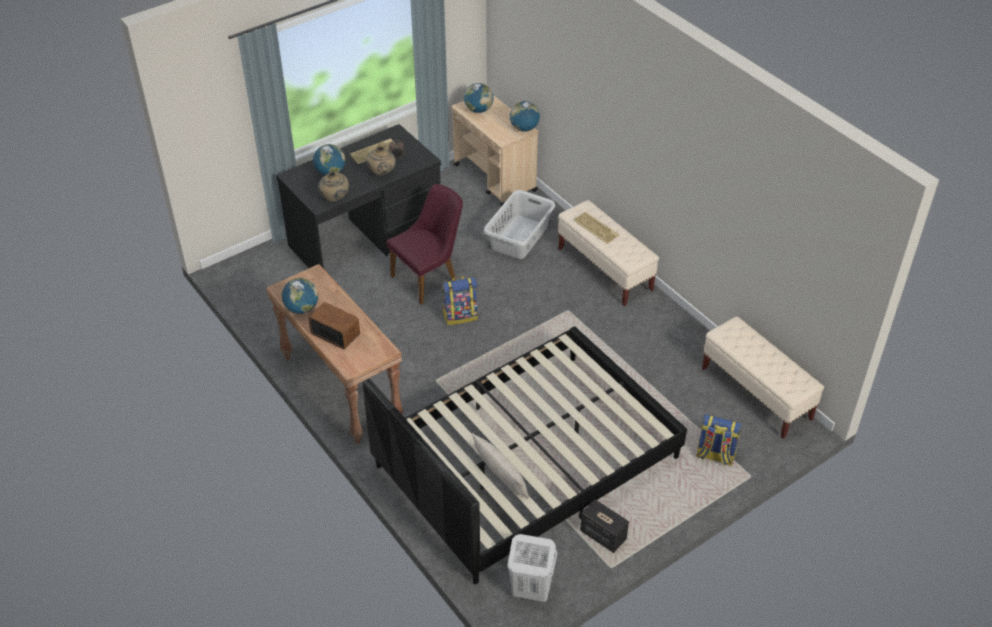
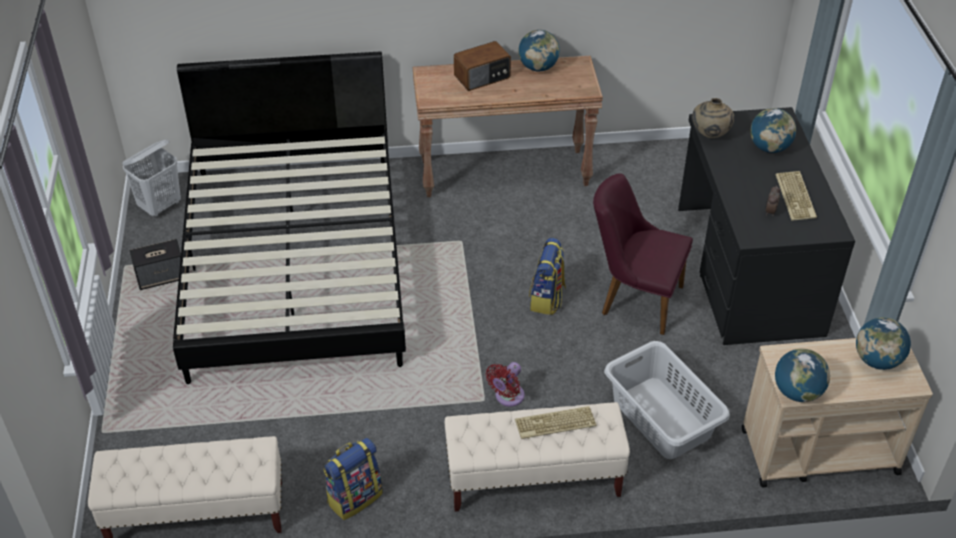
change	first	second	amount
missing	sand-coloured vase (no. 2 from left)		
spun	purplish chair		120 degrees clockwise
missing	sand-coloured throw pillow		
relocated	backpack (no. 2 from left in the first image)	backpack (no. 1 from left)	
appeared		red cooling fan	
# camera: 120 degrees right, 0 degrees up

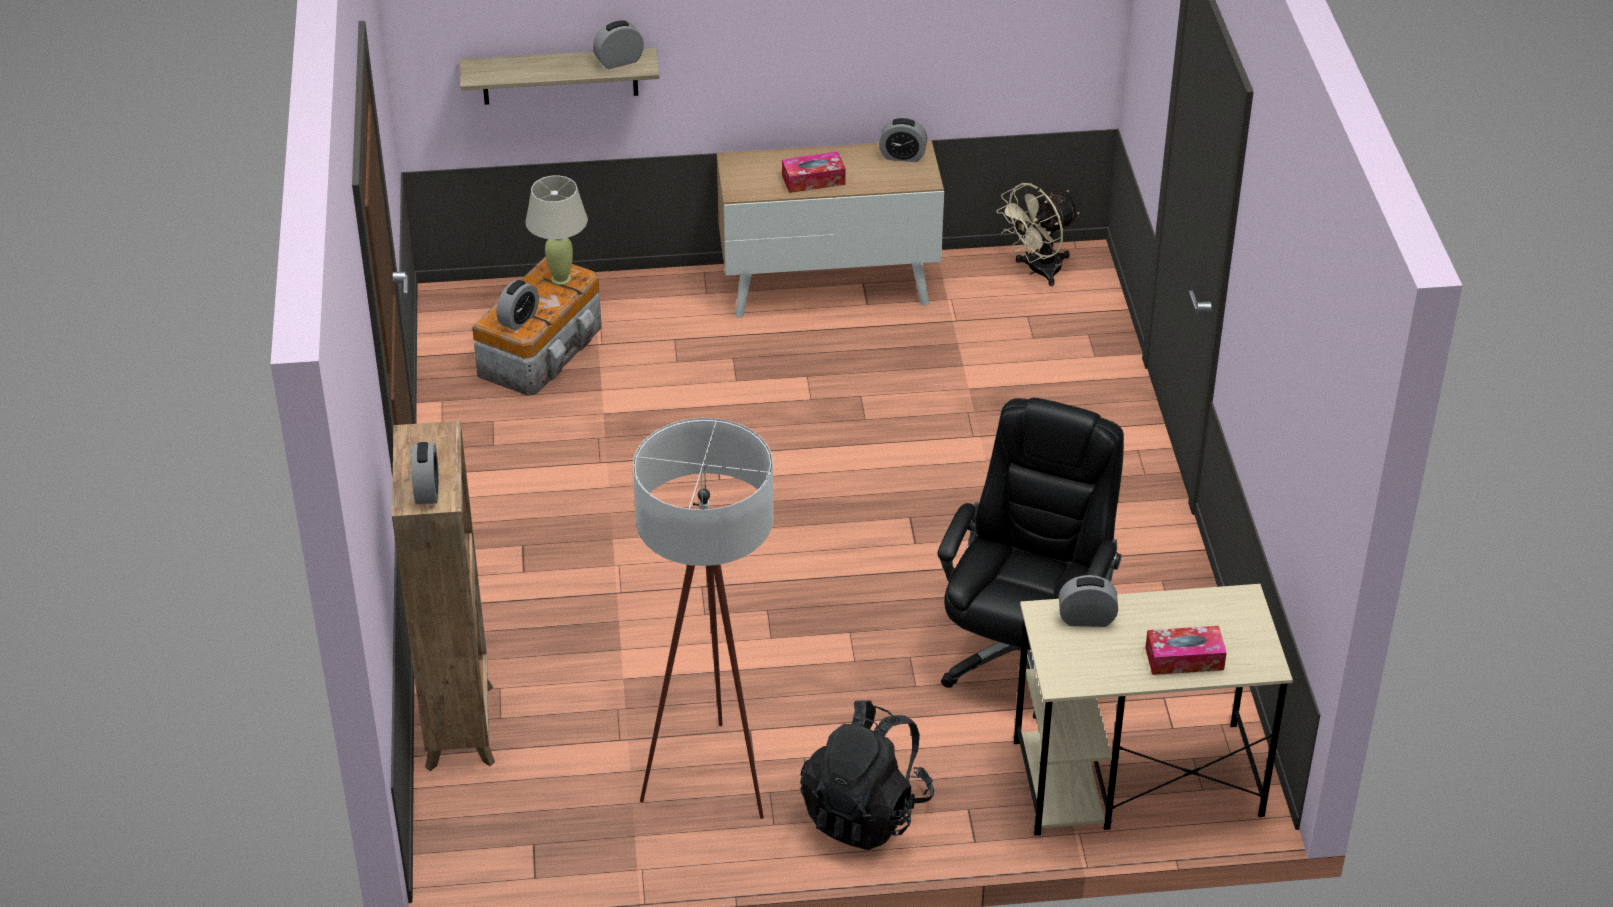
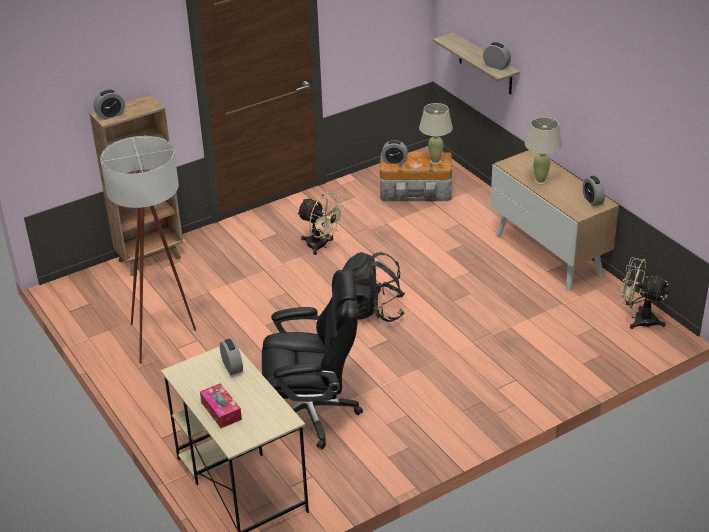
change	first	second	amount
exchanged	tissue box (no. 1 from left)	sand-coloured lamp for a table (no. 2 from left)	
relocated	black backpack		
appeared		sand-coloured cooling fan (no. 1 from left)	
# camera: 65 degrees right, 5 degrees down

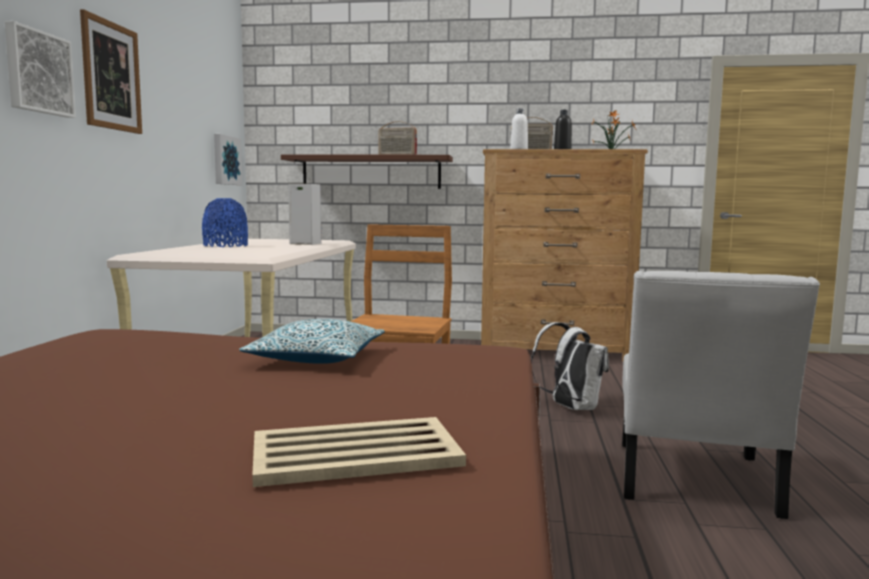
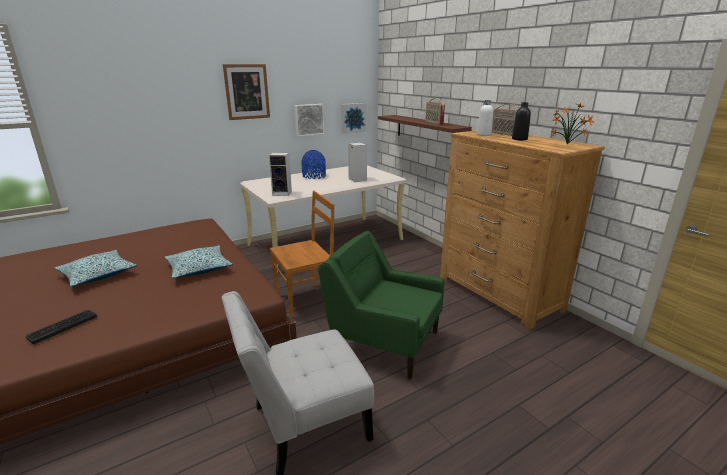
change	first	second	amount
relocated	wall art (no. 1 from left in the first image)	wall art (no. 2 from left)	
exchanged	sand-coloured serving tray	keyboard	
exchanged	white backpack	greenish armchair	
appeared		throw pillow (no. 1 from left)	
appeared		loudspeaker (no. 1 from left)	
# camera: 50 degrees right, 15 degrees up

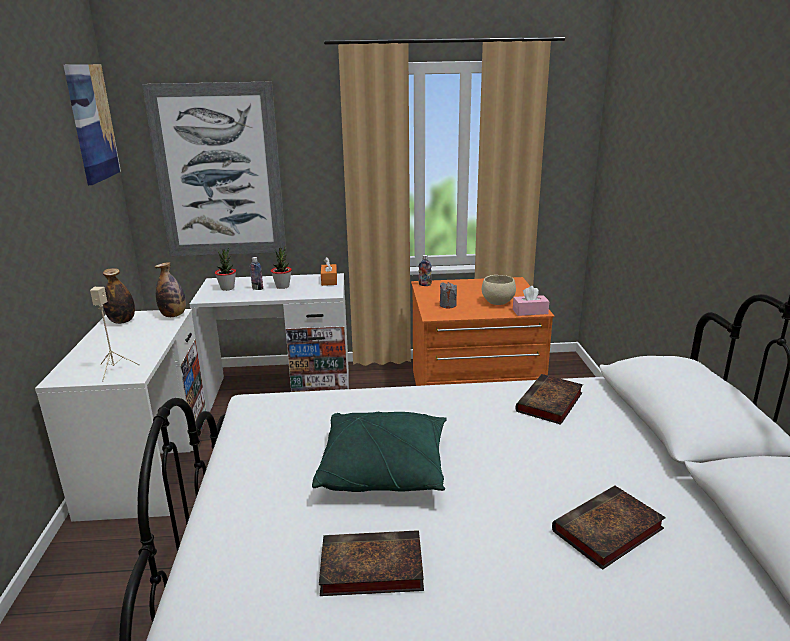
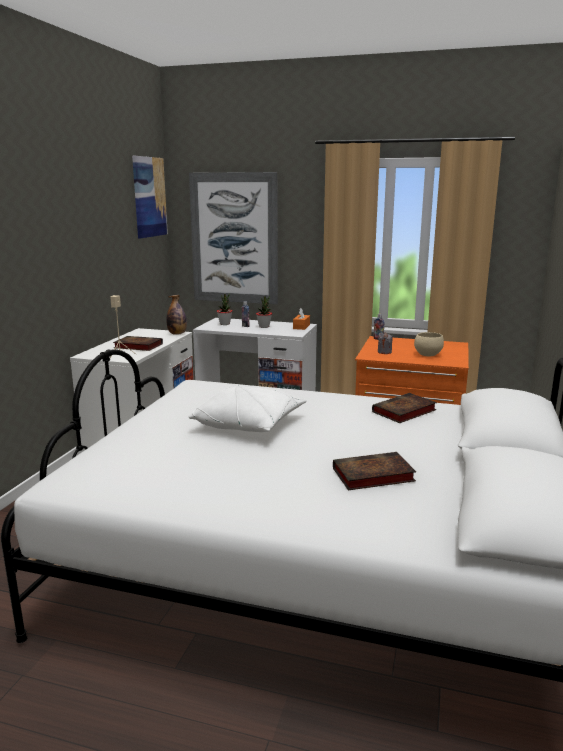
change	first	second	amount
missing	drink bottle (no. 1 from left)		
colour	greenish throw pillow	white throw pillow	
relocated	book (no. 1 from left)		
missing	pinkish tissue box		
# camera: 20 degrees right, 5 degrees down

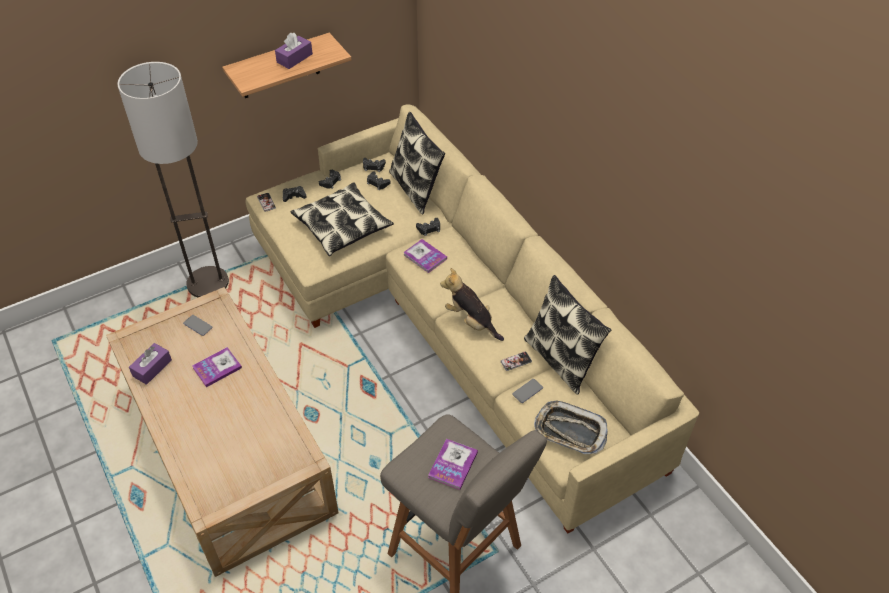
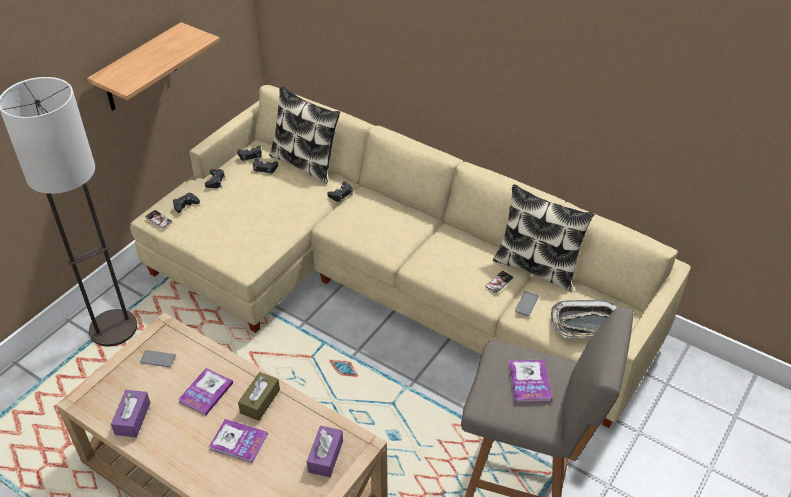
change	first	second	amount
relocated	purplish tissue box (no. 2 from left)		
missing	throw pillow (no. 1 from left)		
relocated	book (no. 2 from left)		
missing	soft toy		
appeared		brown-coloured tissue box	
# camera: 25 degrees left, 5 degrees down

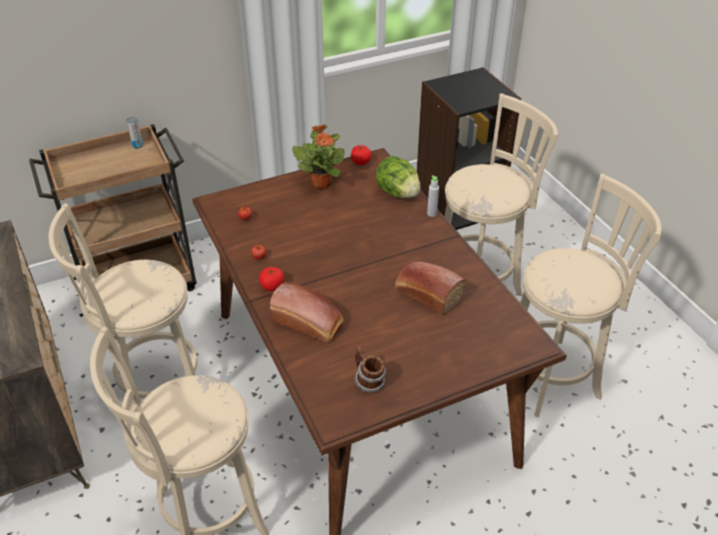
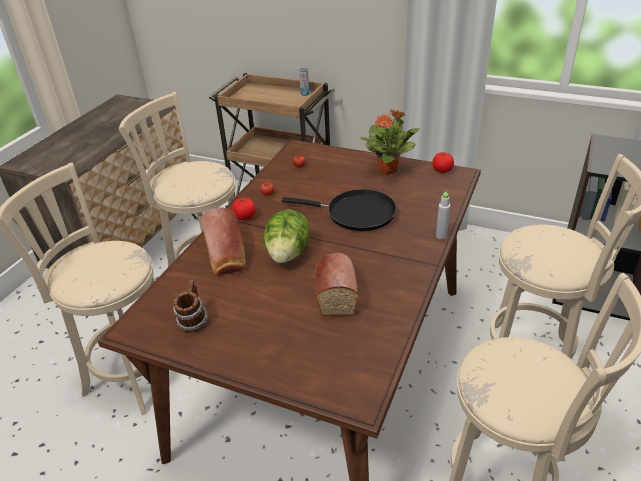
change	first	second	amount
relocated	lettuce head		
appeared		black frying pan	
# camera: 50 degrees right, 5 degrees down

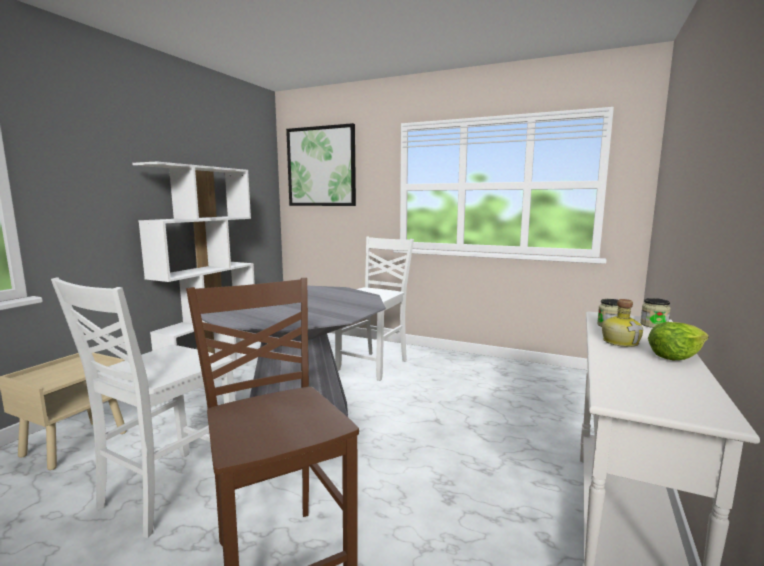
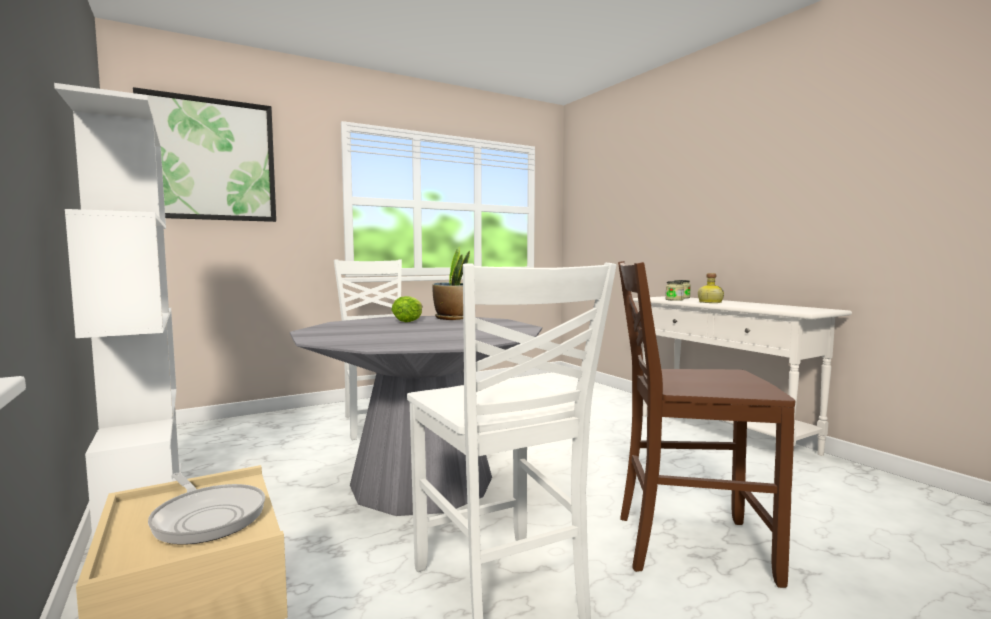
change	first	second	amount
relocated	lettuce head		
appeared		frying pan	
appeared		plant in a pot	
# camera: 55 degrees left, 5 degrees down

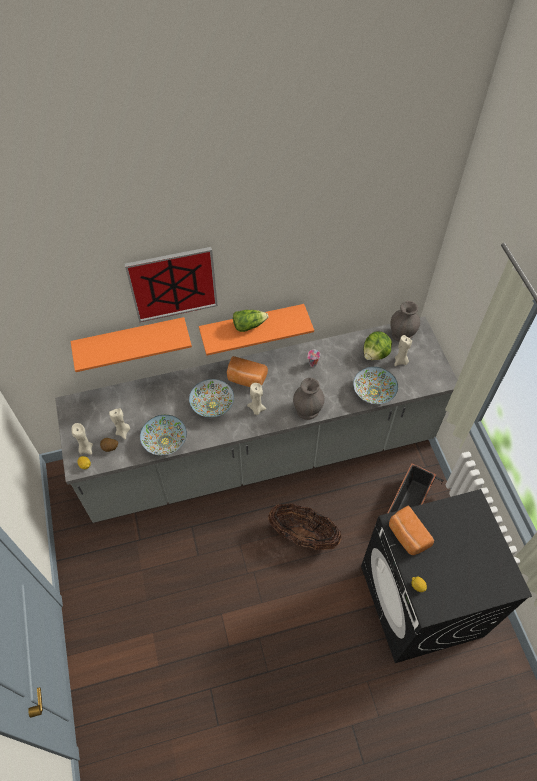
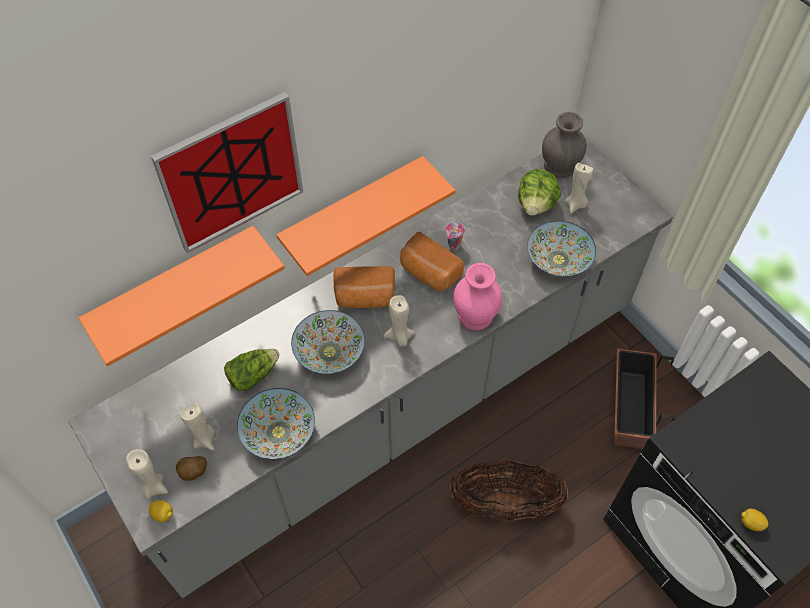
change	first	second	amount
relocated	lettuce head (no. 1 from left)		
colour	grey vase (no. 1 from left)	pinkish vase	
relocated	baked bread (no. 2 from left)		
# camera: 20 degrees left, 0 degrees up

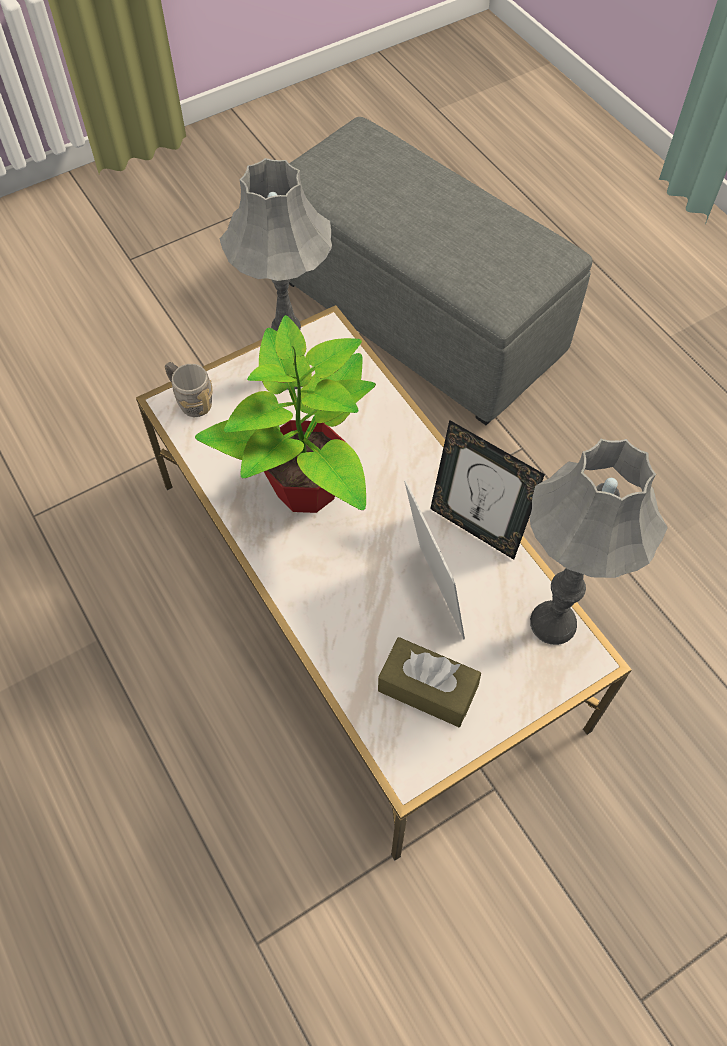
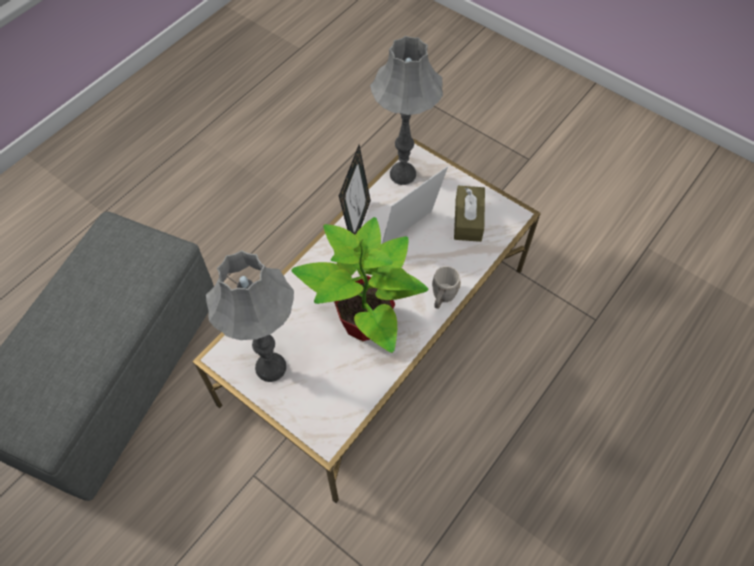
change	first	second	amount
relocated	grey tea mug		
# camera: 110 degrees left, 0 degrees up

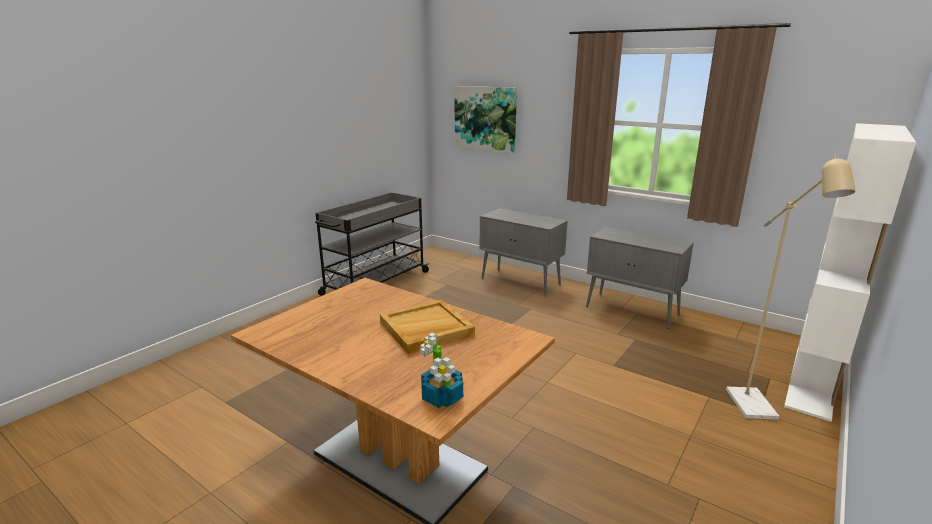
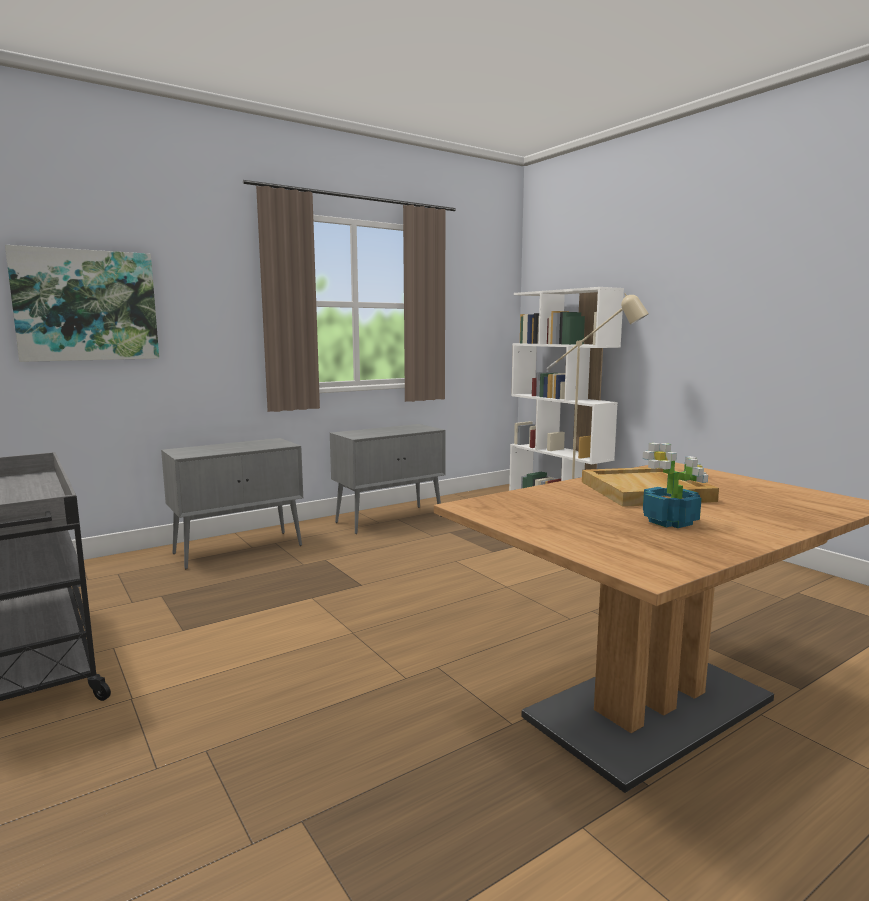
change	first	second	amount
relocated	plant in a pot		
# camera: 70 degrees left, 10 degrees down

